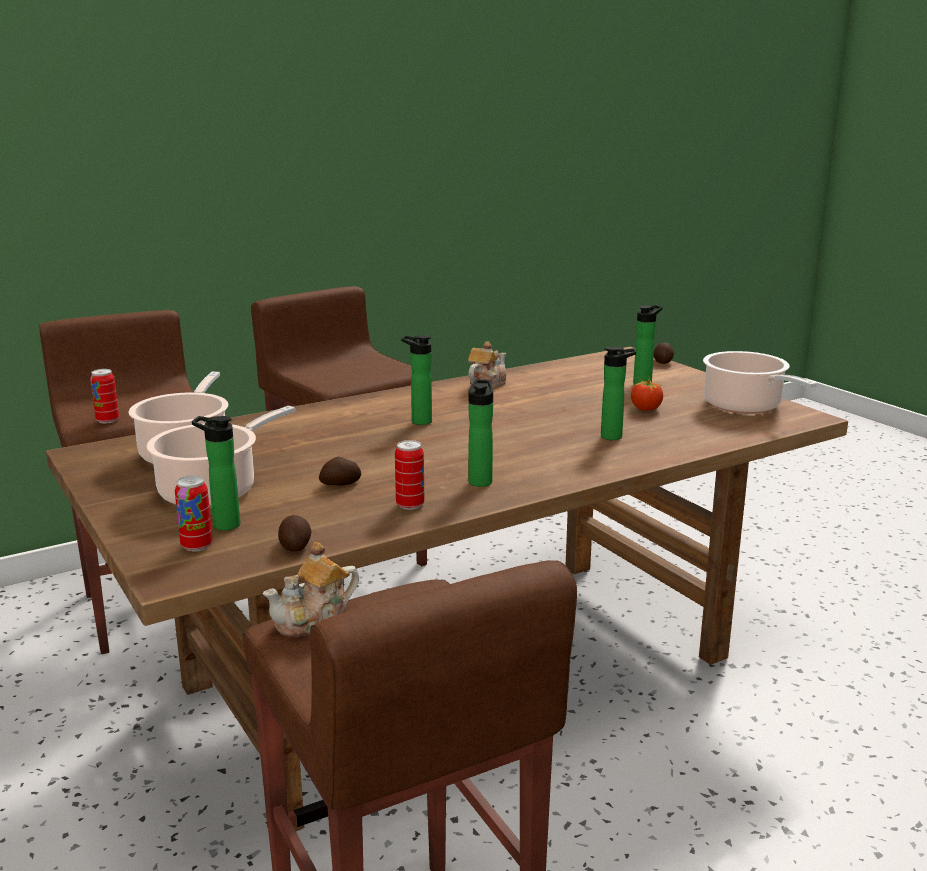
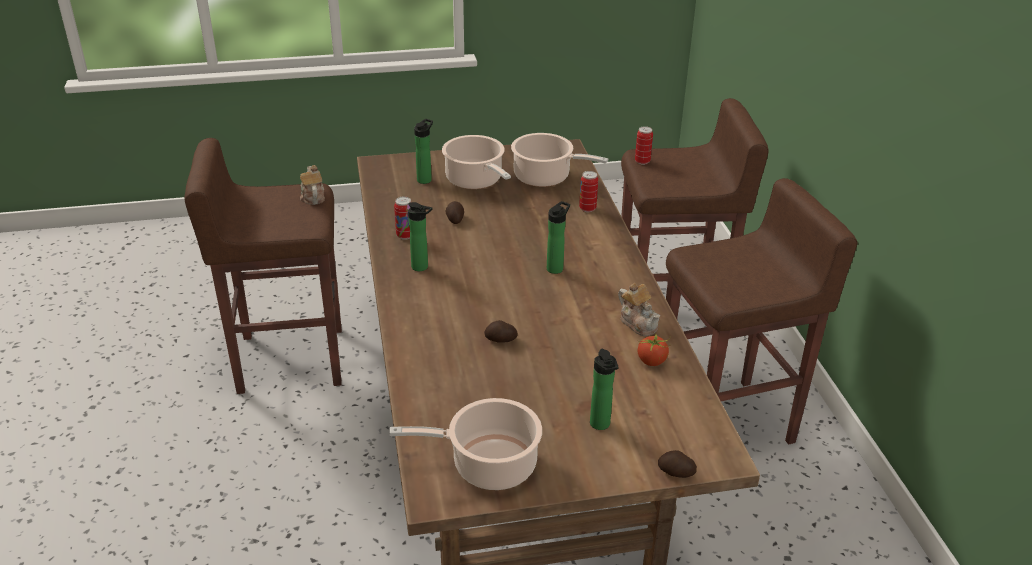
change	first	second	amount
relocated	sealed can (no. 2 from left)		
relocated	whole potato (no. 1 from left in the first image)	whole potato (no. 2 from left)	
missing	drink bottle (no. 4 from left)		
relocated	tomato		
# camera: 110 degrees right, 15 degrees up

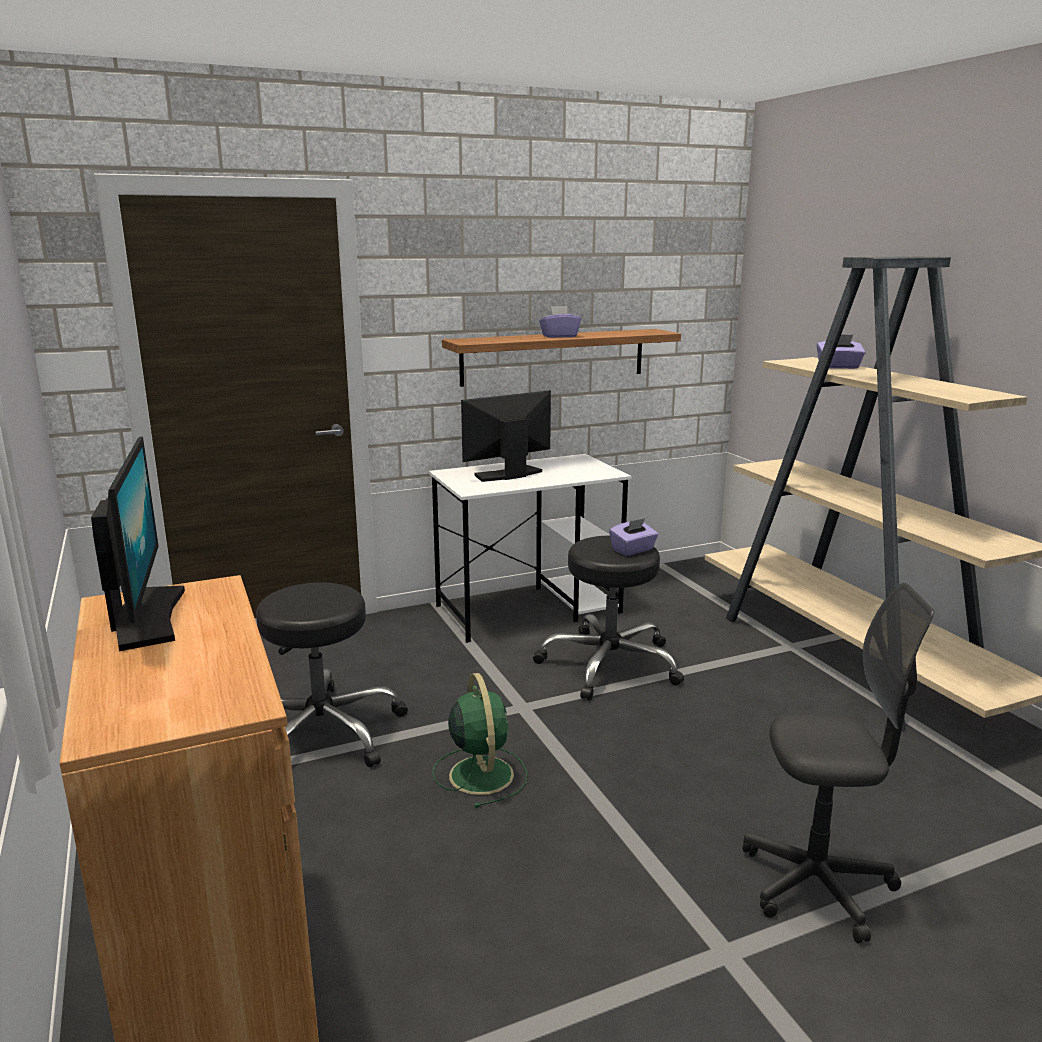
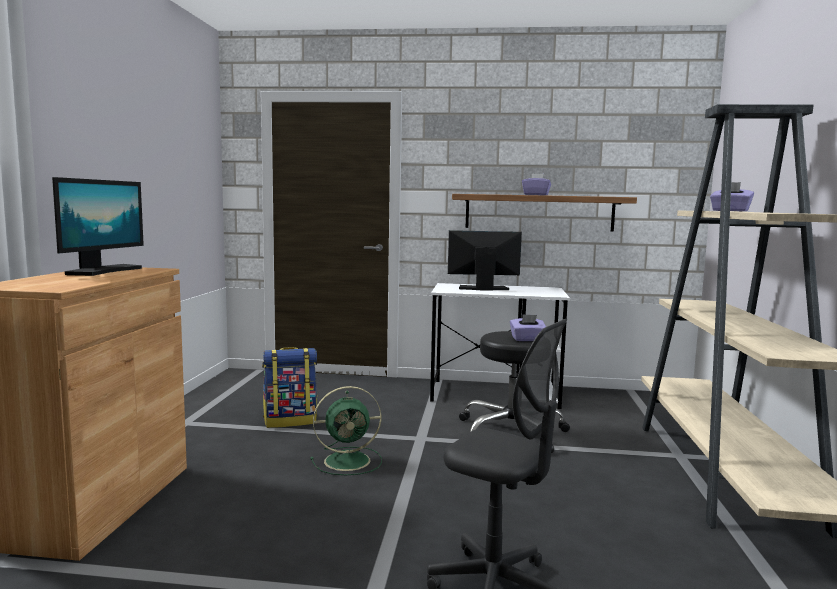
change	first	second	amount
exchanged	black stool (no. 1 from left)	backpack	
spun	greenish cooling fan		60 degrees clockwise
# camera: 30 degrees right, 10 degrees down

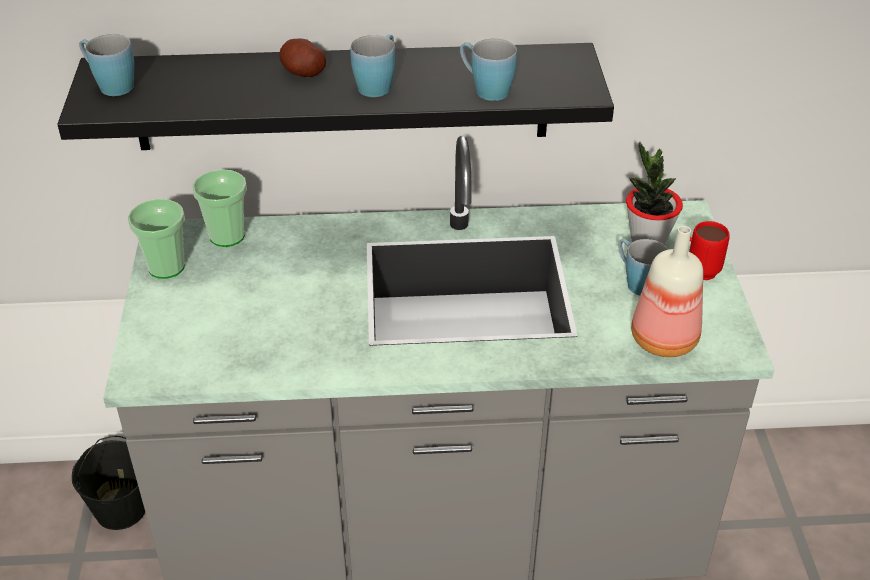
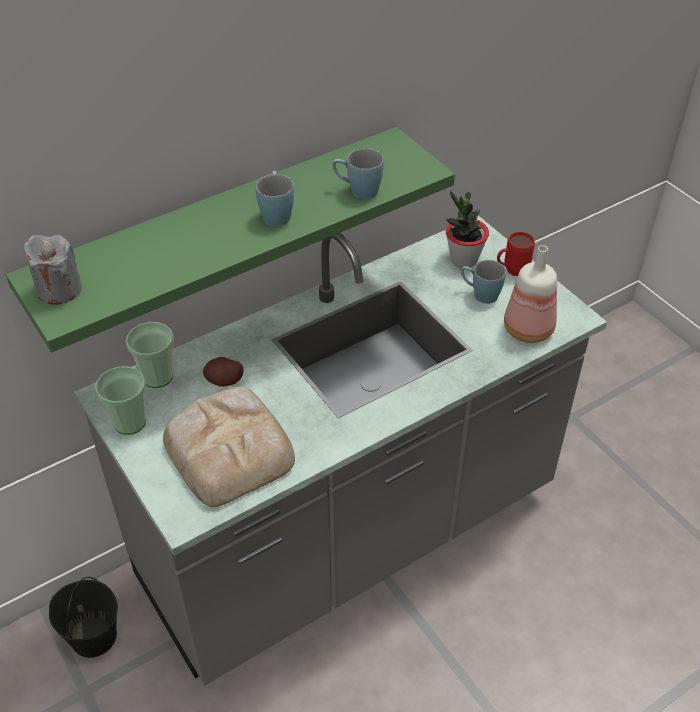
change	first	second	amount
colour	black wall shelf	greenish wall shelf	
exchanged	blue-coloured tea mug (no. 1 from left)	grey wax light	
relocated	whole potato		
appeared		baked bread	
# camera: 30 degrees left, 5 degrees up

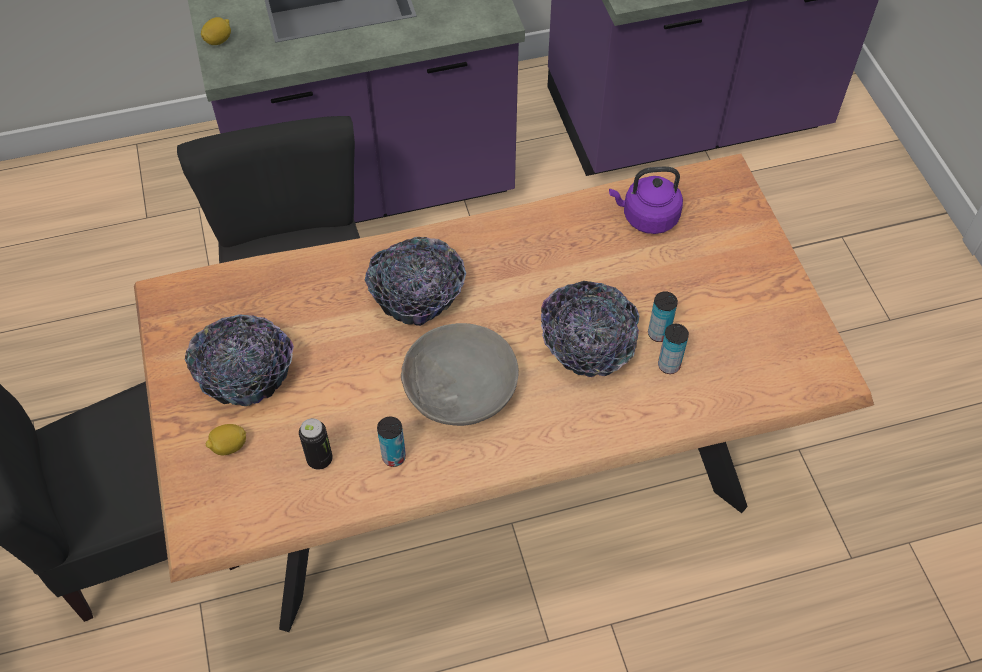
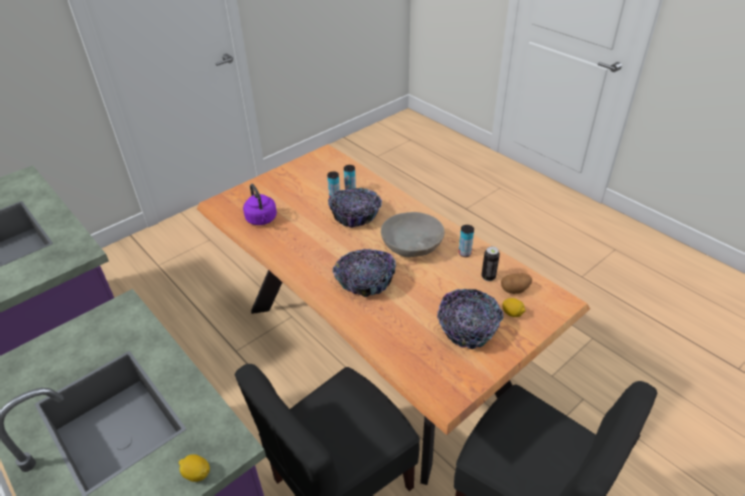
change	first	second	amount
appeared		whole potato	
# camera: 115 degrees left, 15 degrees down

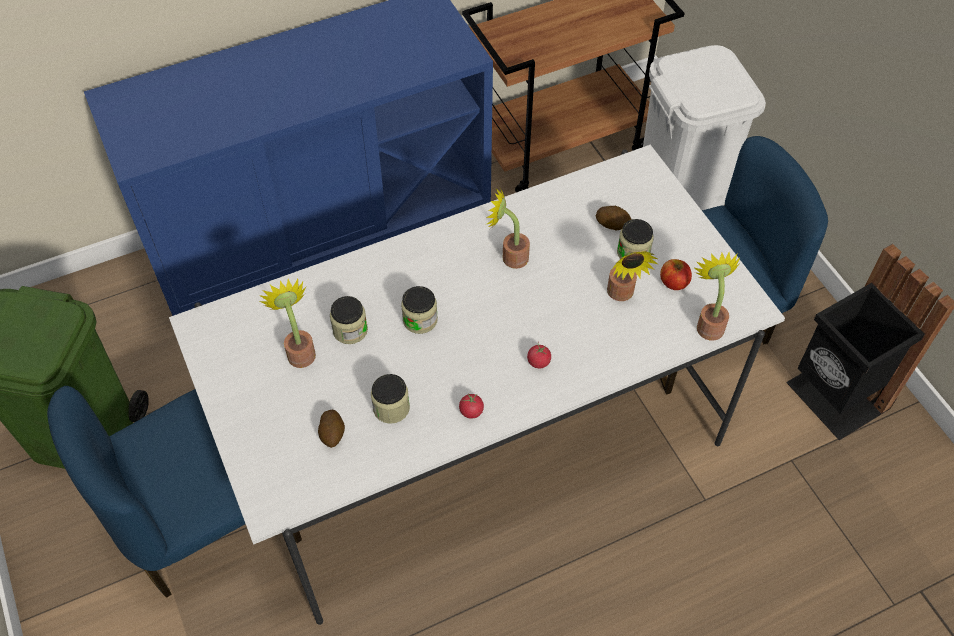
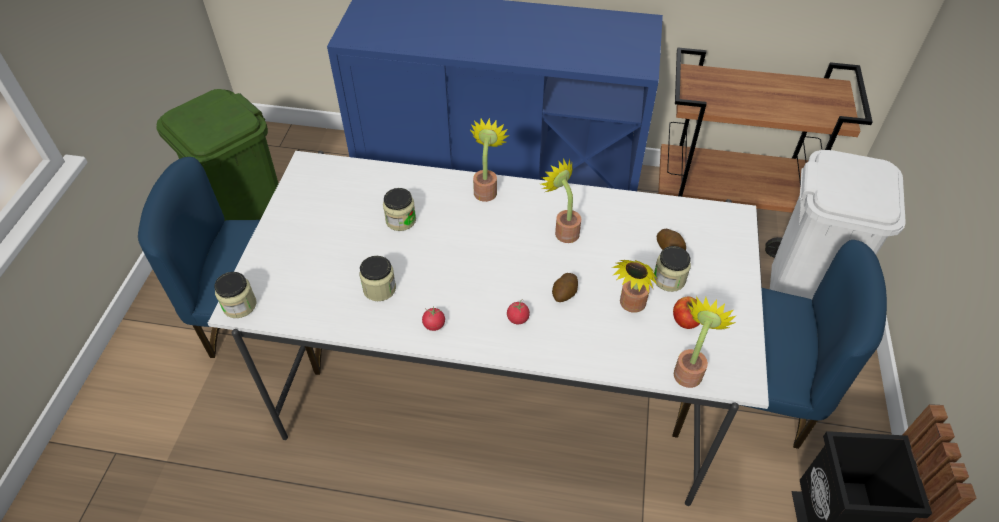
change	first	second	amount
relocated	plant in a pot (no. 1 from left)		
relocated	whole potato (no. 1 from left)		
relocated	preserve jar (no. 3 from left in the first image)	preserve jar (no. 1 from left)	
# camera: 35 degrees right, 5 degrees down

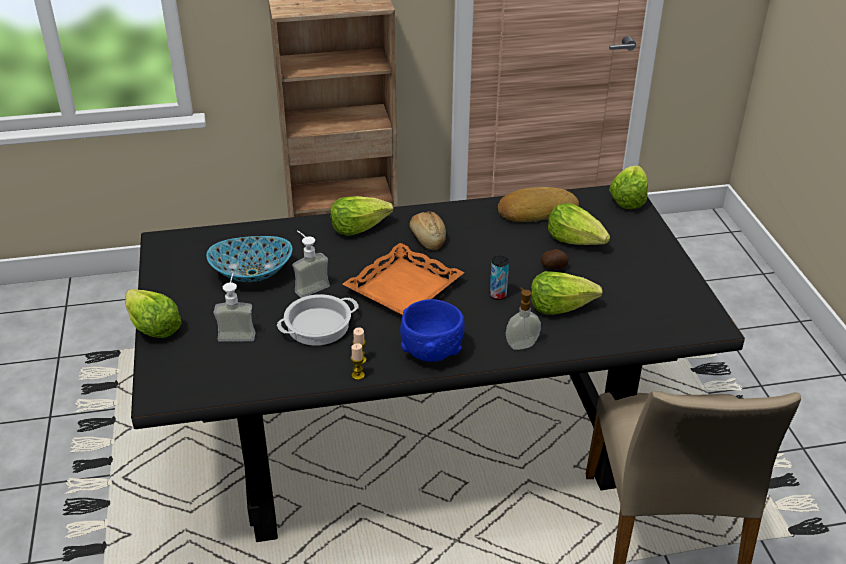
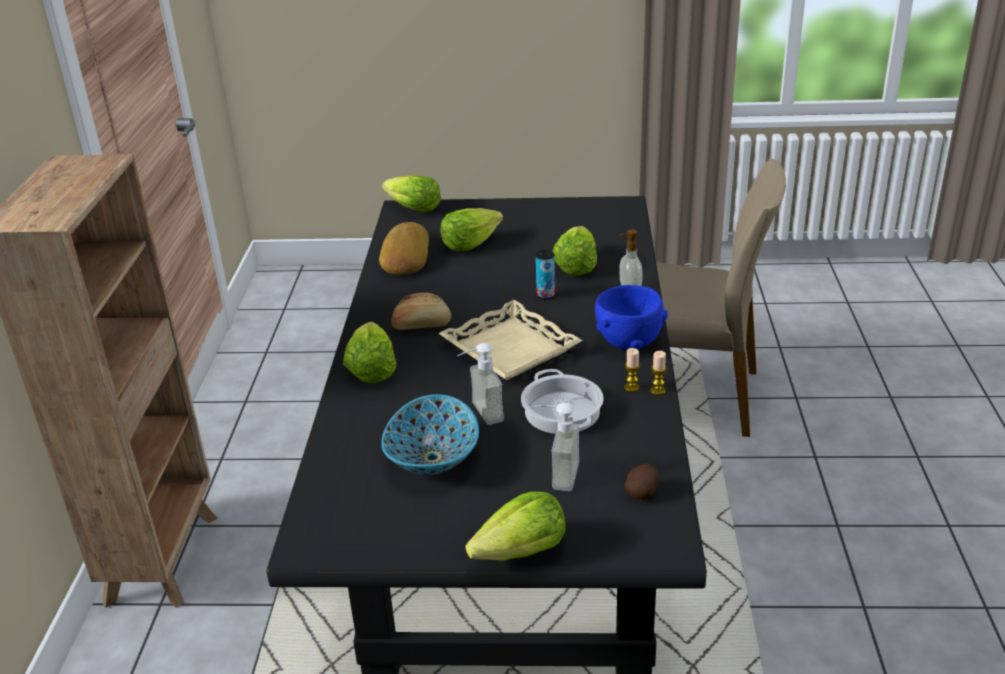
change	first	second	amount
colour	orangey serving tray	sand-coloured serving tray	
relocated	whole potato		
# camera: 75 degrees left, 5 degrees down

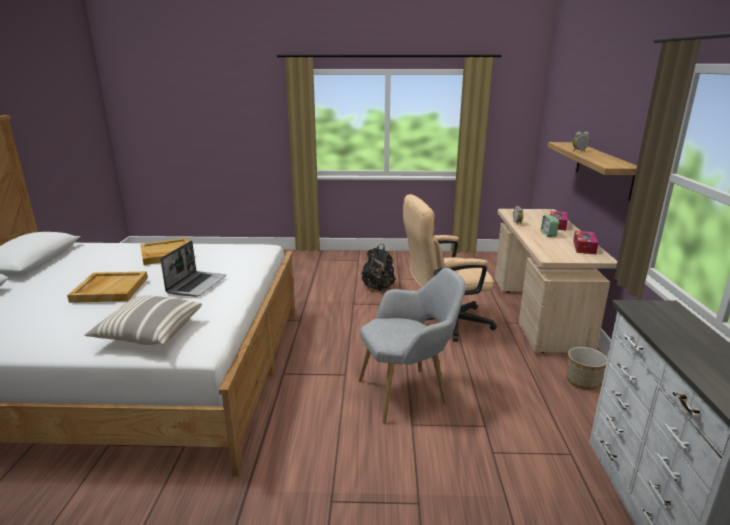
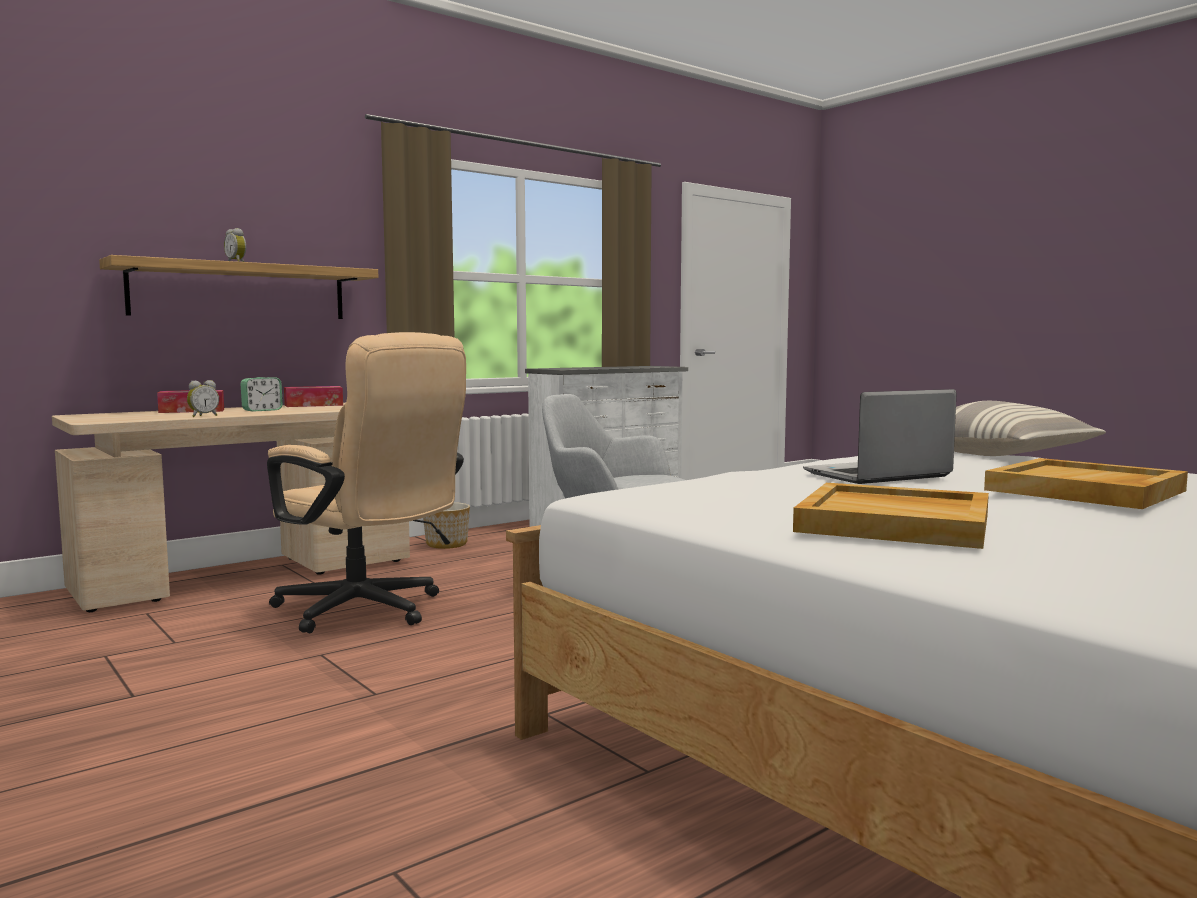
change	first	second	amount
missing	black backpack		
# camera: 130 degrees left, 15 degrees down

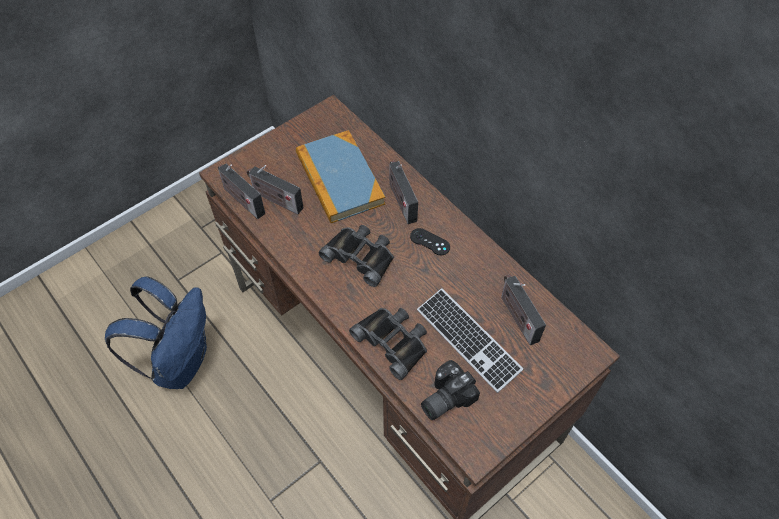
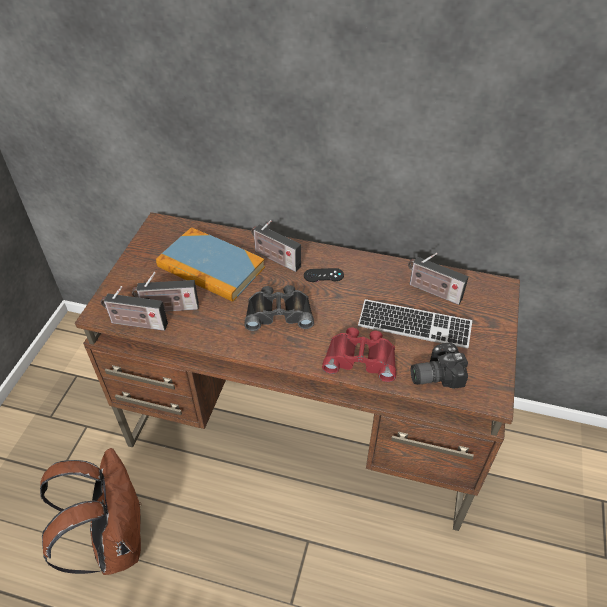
change	first	second	amount
colour	blue-coloured backpack	brown-coloured backpack	
colour	black pair of binoculars (no. 2 from left)	red pair of binoculars	
spun	photo camera		60 degrees clockwise
# camera: 35 degrees left, 10 degrees down

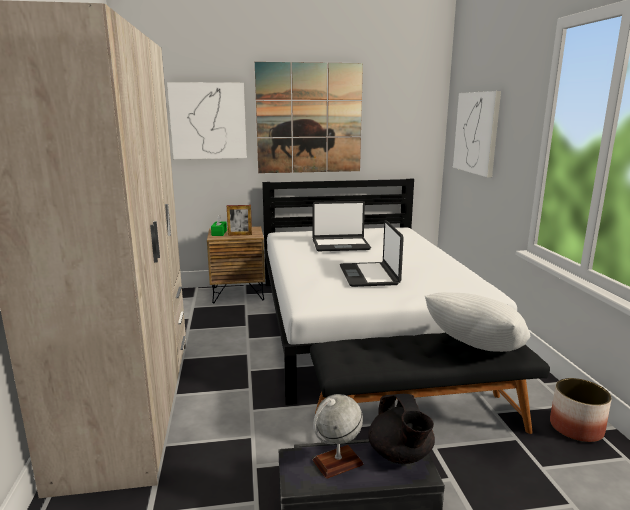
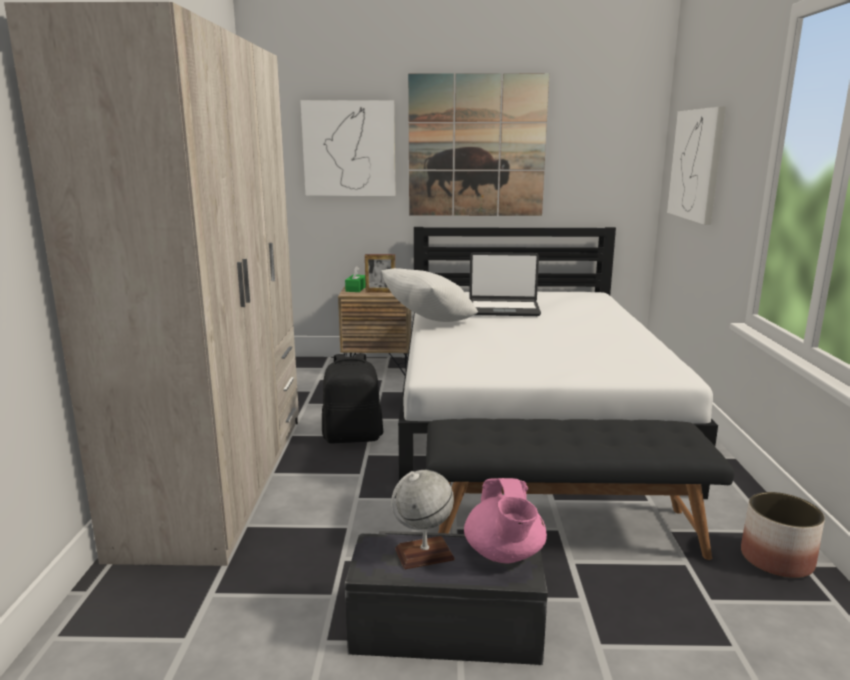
change	first	second	amount
missing	notebook computer (no. 2 from left)		
colour	black teapot	pinkish teapot	
relocated	white throw pillow		
appeared		black backpack	
# camera: 10 degrees right, 0 degrees up

